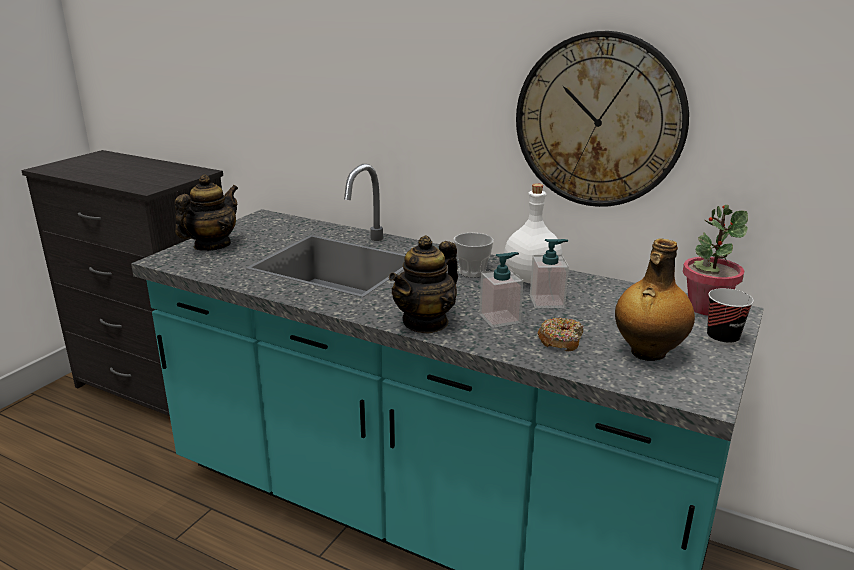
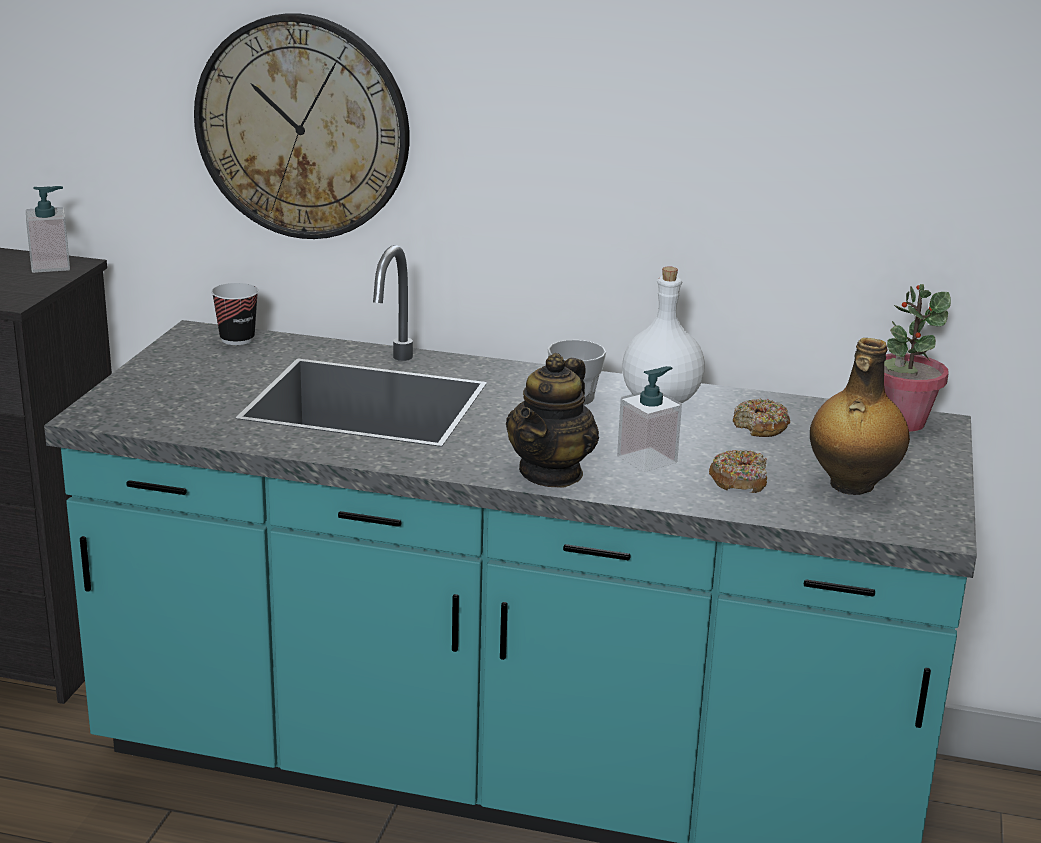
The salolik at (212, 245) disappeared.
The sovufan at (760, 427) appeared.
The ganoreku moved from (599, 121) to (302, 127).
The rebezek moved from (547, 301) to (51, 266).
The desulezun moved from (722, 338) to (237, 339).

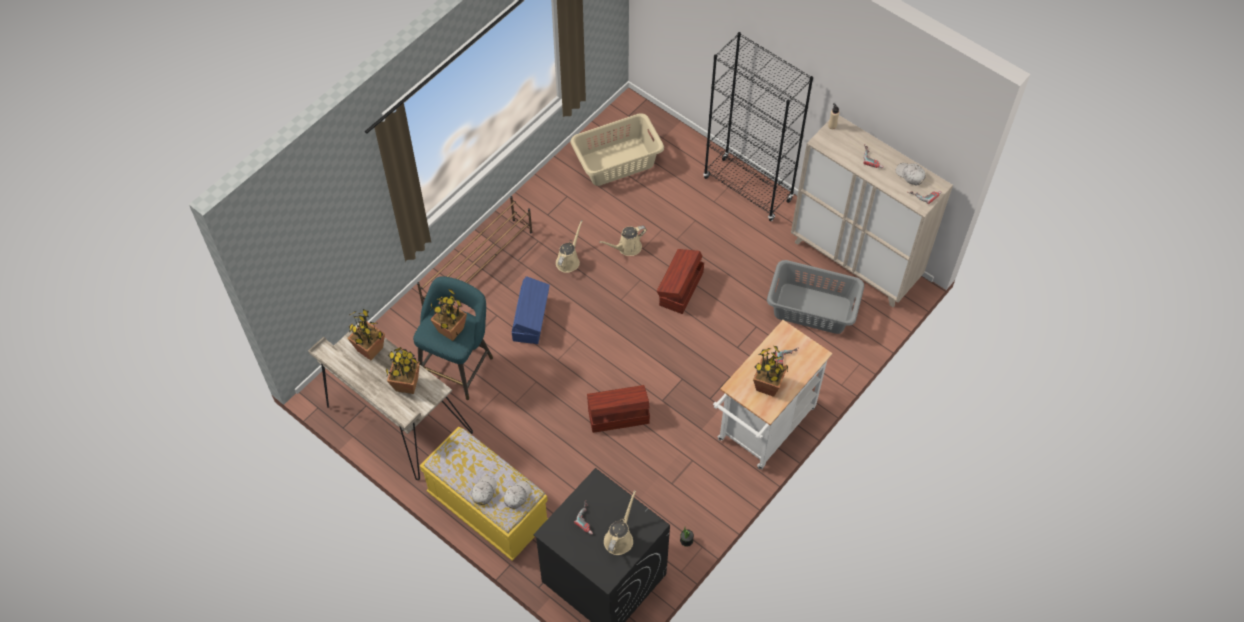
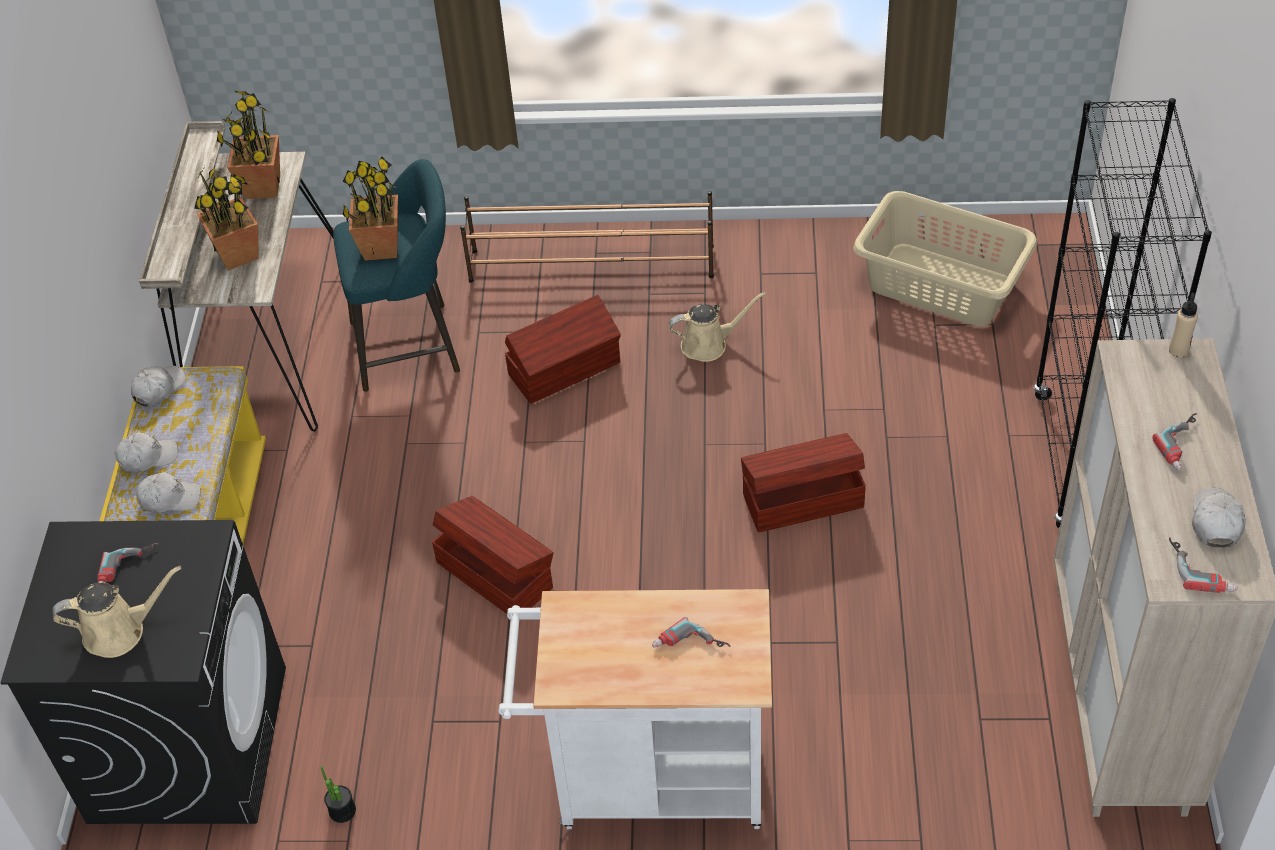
The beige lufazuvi at (627, 247) disappeared.
The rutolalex at (768, 386) disappeared.
The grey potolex at (812, 309) disappeared.
The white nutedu at (158, 389) appeared.
The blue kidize at (531, 318) became the brown kidize at (566, 369).

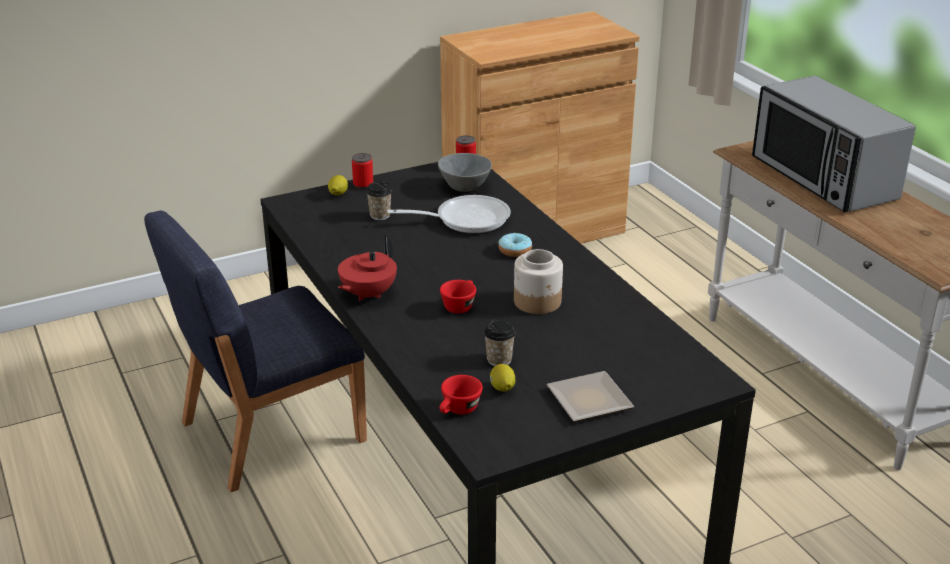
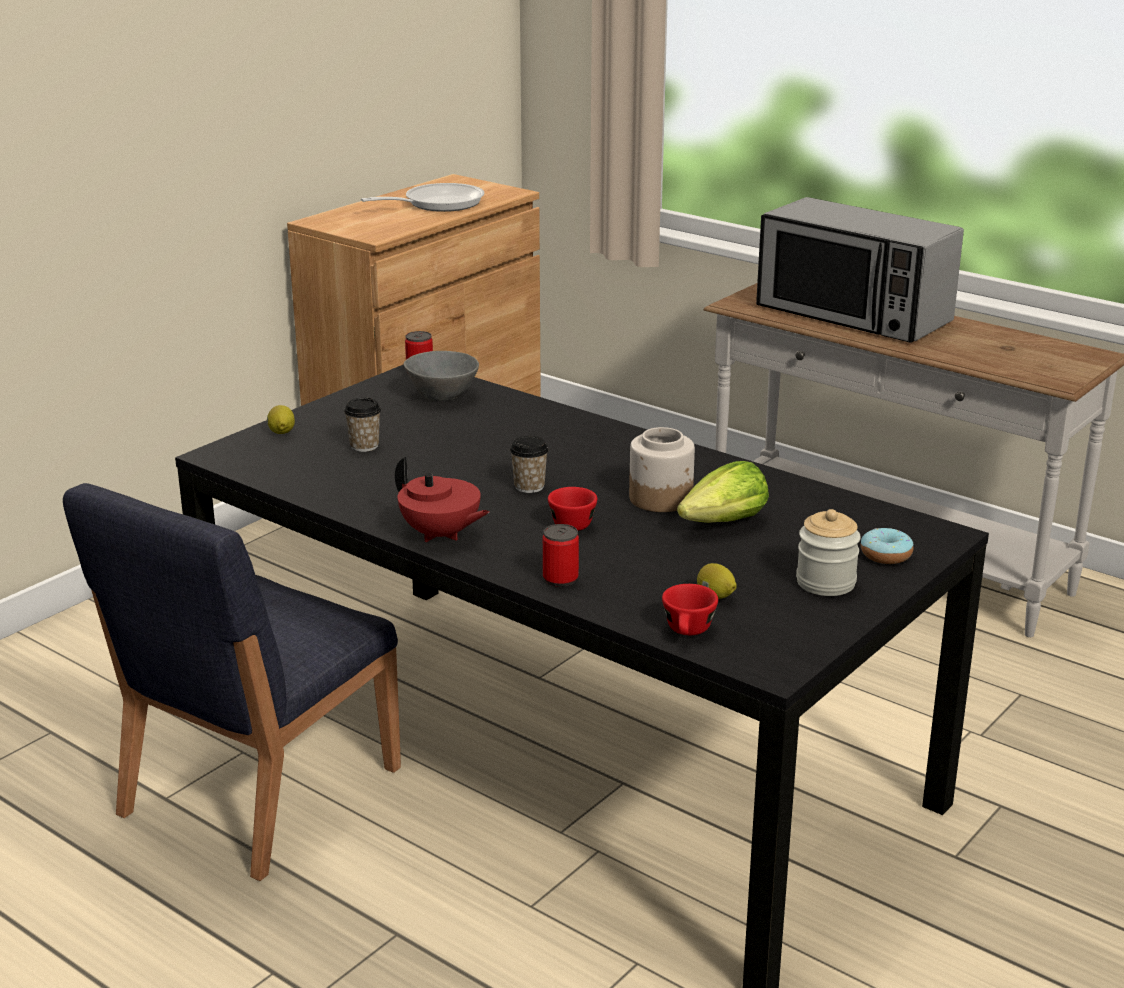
The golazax at (725, 522) appeared.
The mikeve moved from (363, 185) to (560, 579).
The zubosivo moved from (465, 219) to (437, 204).
The desulezun moved from (499, 360) to (529, 487).
The sovufan moved from (515, 251) to (885, 555).
The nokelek at (590, 398) was replaced by the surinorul at (825, 583).
The red salolik at (367, 294) turned 60 degrees counterclockwise.

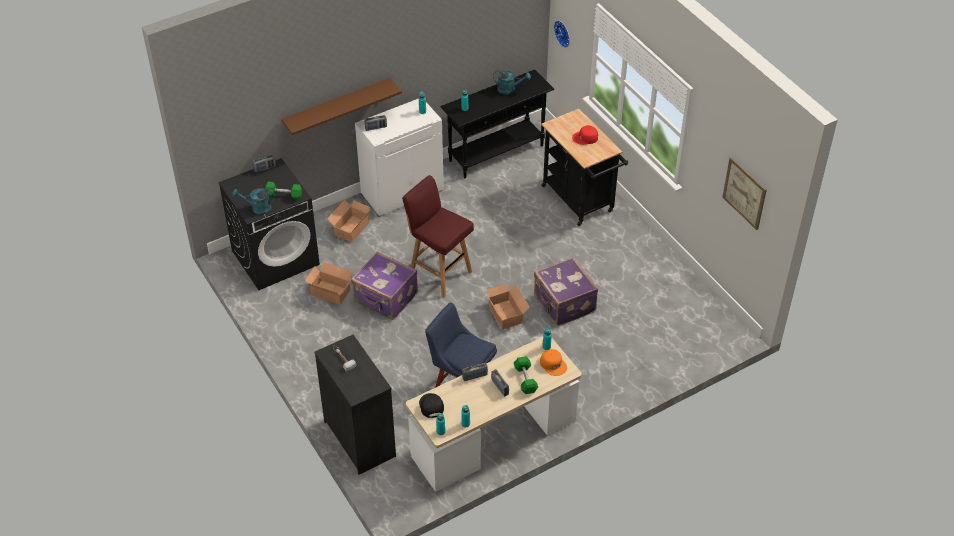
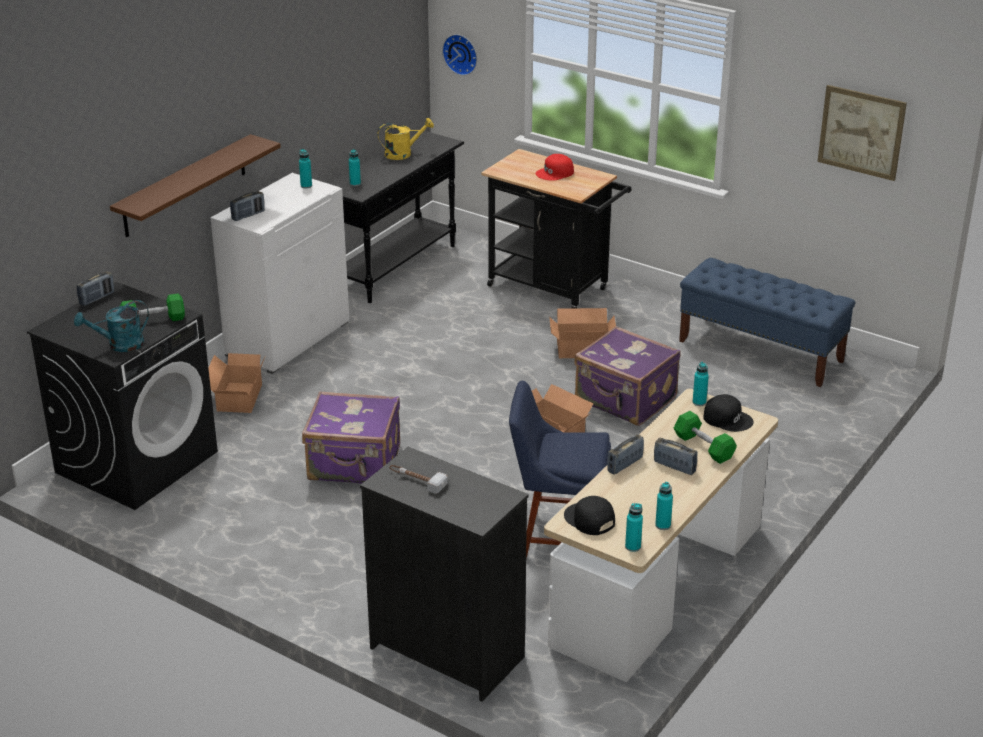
The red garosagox at (439, 273) disappeared.
The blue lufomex at (761, 351) appeared.
The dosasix moved from (330, 291) to (581, 348).
The turquoise lufazuvi at (509, 89) became the yellow lufazuvi at (403, 154).
The orange nutedu at (553, 364) became the black nutedu at (727, 419).

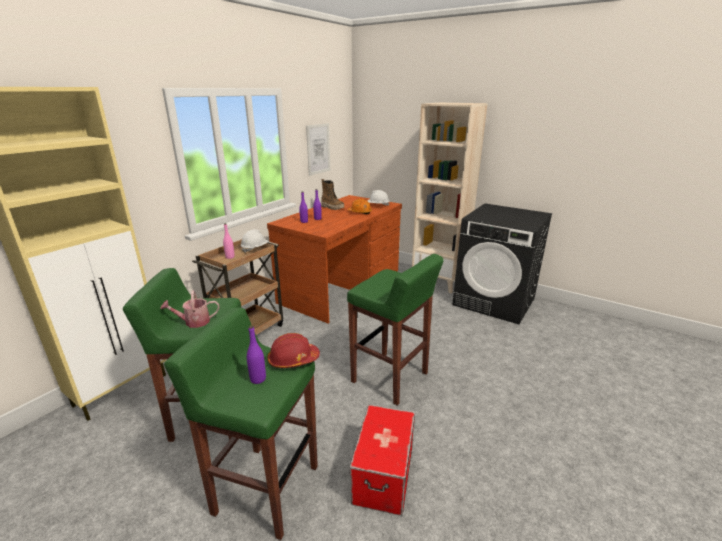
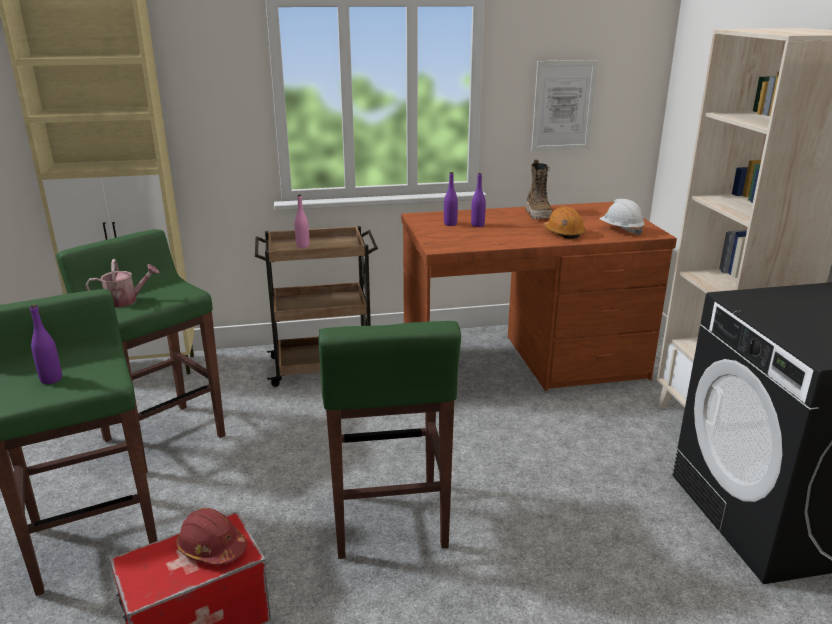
The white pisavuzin at (255, 249) disappeared.
The red pisavuzin moved from (293, 360) to (212, 548).
The lufazuvi at (194, 322) turned 135 degrees clockwise.

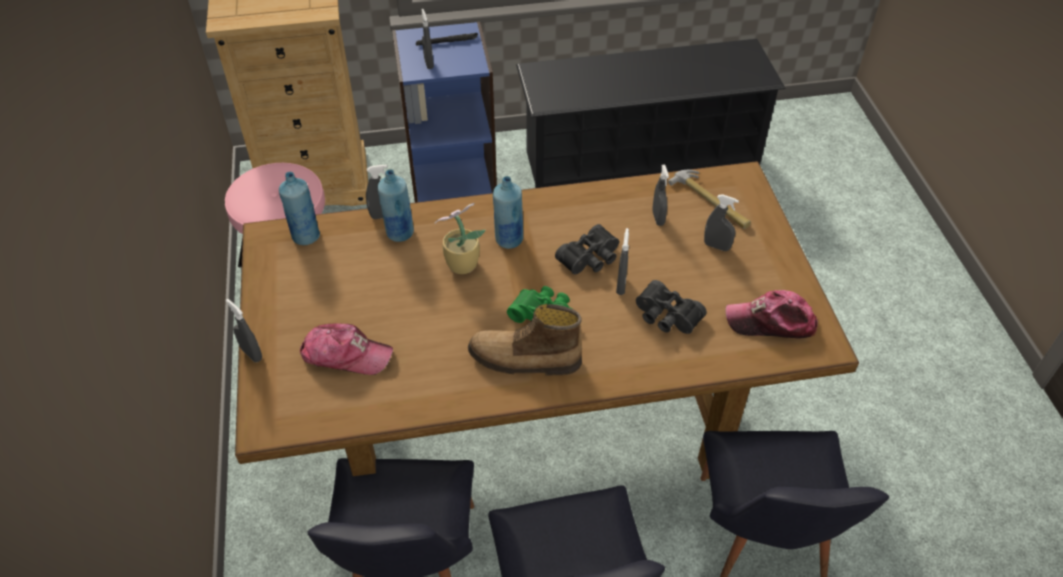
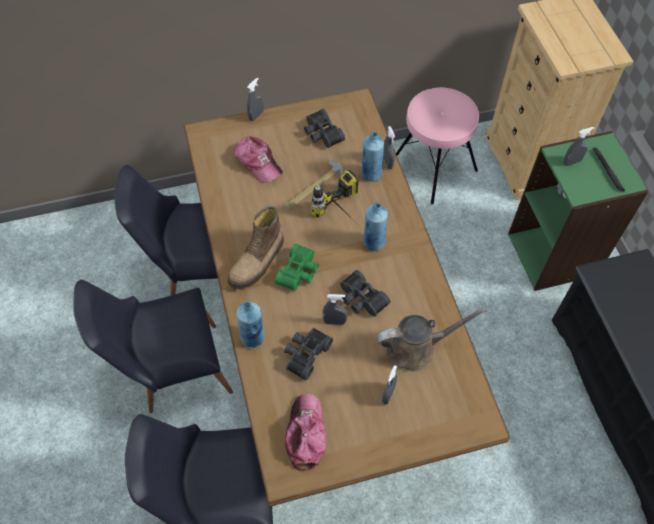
The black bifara at (321, 134) appeared.
The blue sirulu moved from (306, 236) to (253, 338).
The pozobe moved from (710, 202) to (314, 188).
The rutolalex at (460, 265) was replaced by the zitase at (344, 215).
The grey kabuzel at (658, 218) was replaced by the brown lufazuvi at (415, 348).
The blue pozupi at (452, 185) became the green pozupi at (553, 254).
The nutedu at (346, 355) turned 45 degrees counterclockwise.
The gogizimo at (524, 360) turned 150 degrees counterclockwise.

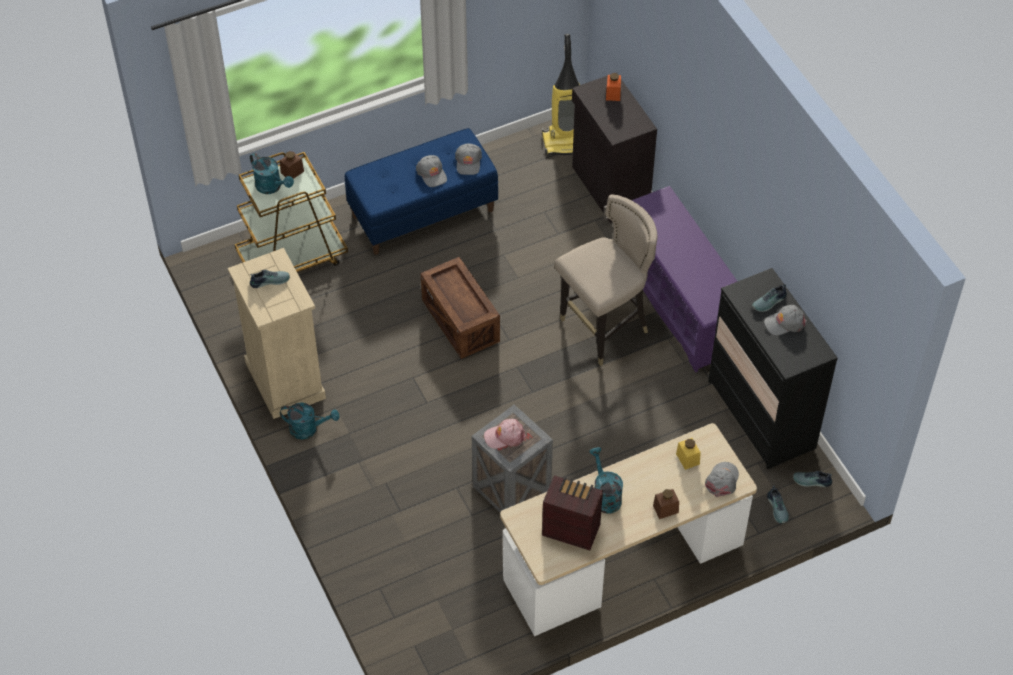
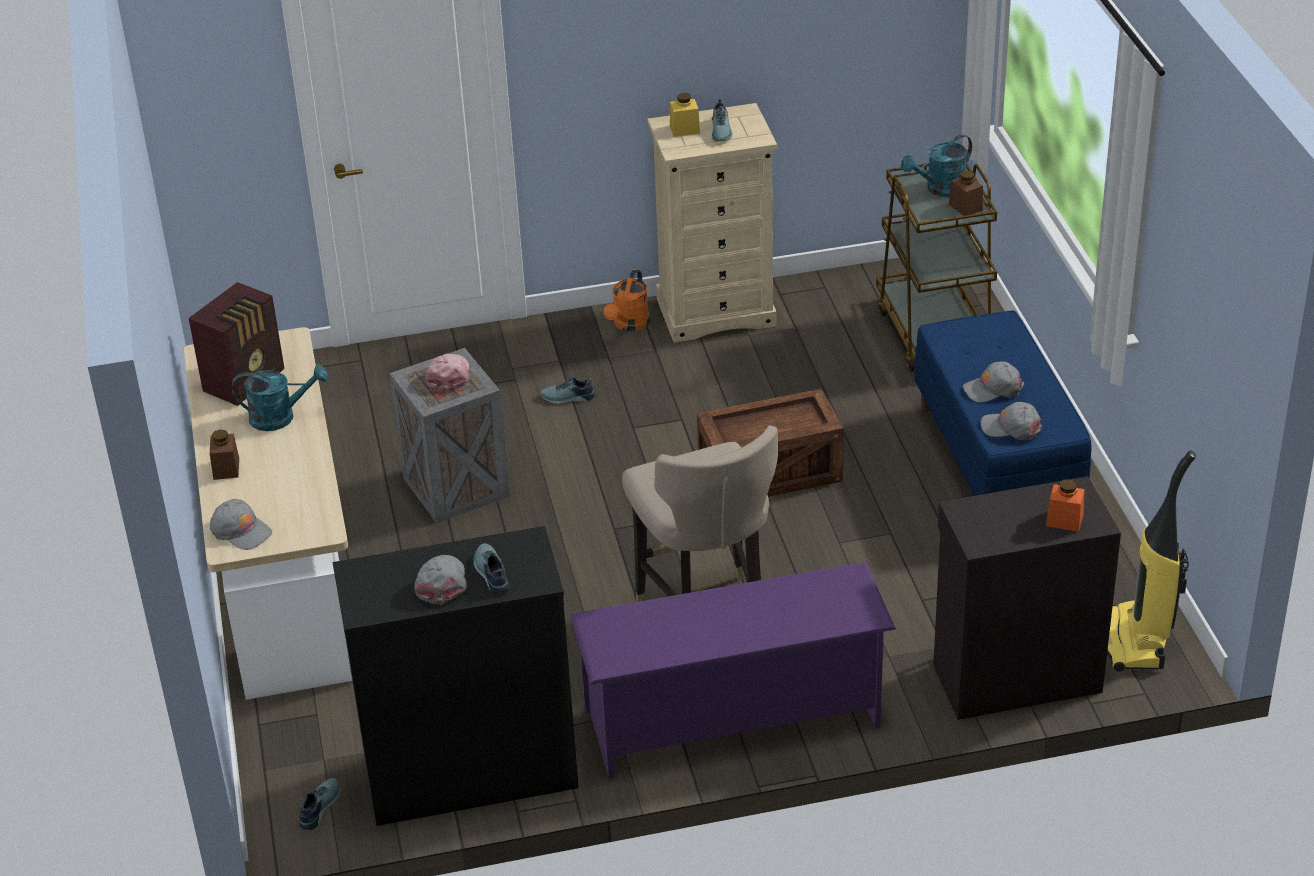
The yellow surinorul moved from (687, 459) to (685, 129).
The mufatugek moved from (778, 508) to (568, 398).
The turquoise lufazuvi at (308, 429) became the orange lufazuvi at (629, 325).

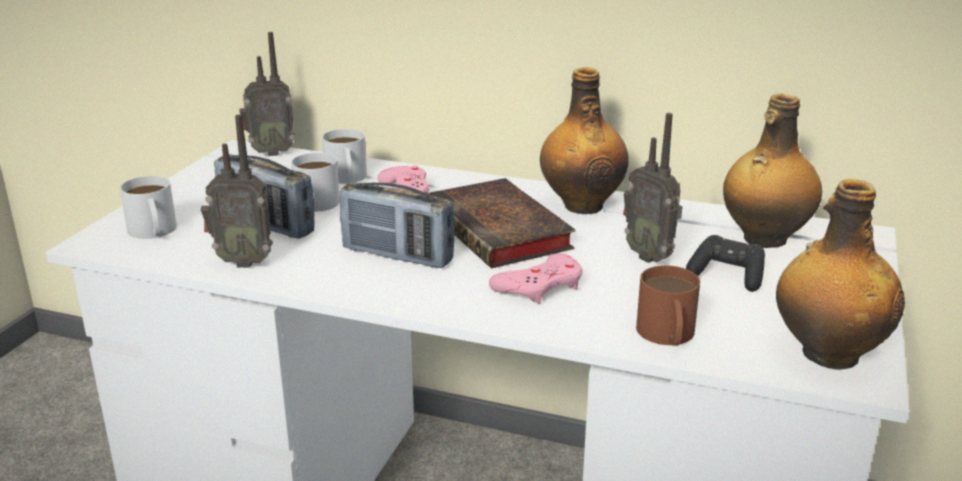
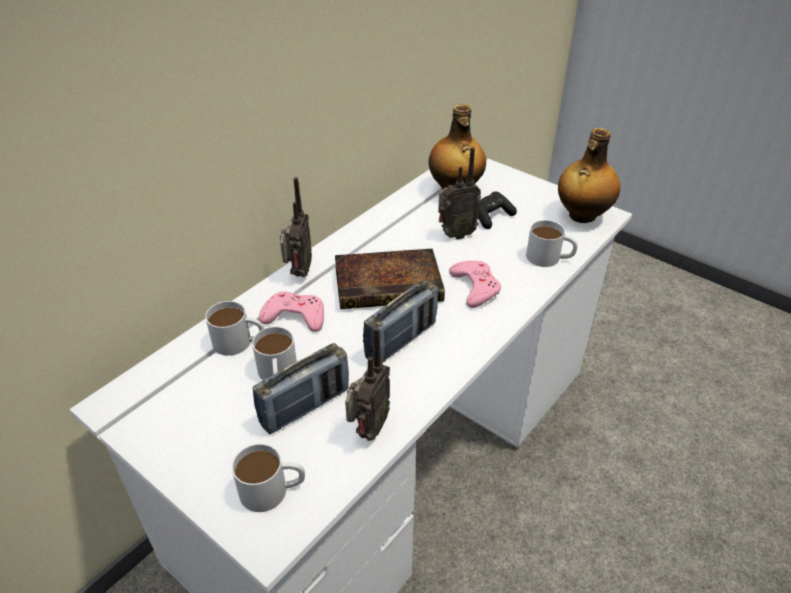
The sirulu at (582, 205) disappeared.
The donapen moved from (270, 152) to (298, 273).
The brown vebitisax at (667, 336) became the white vebitisax at (549, 258).

